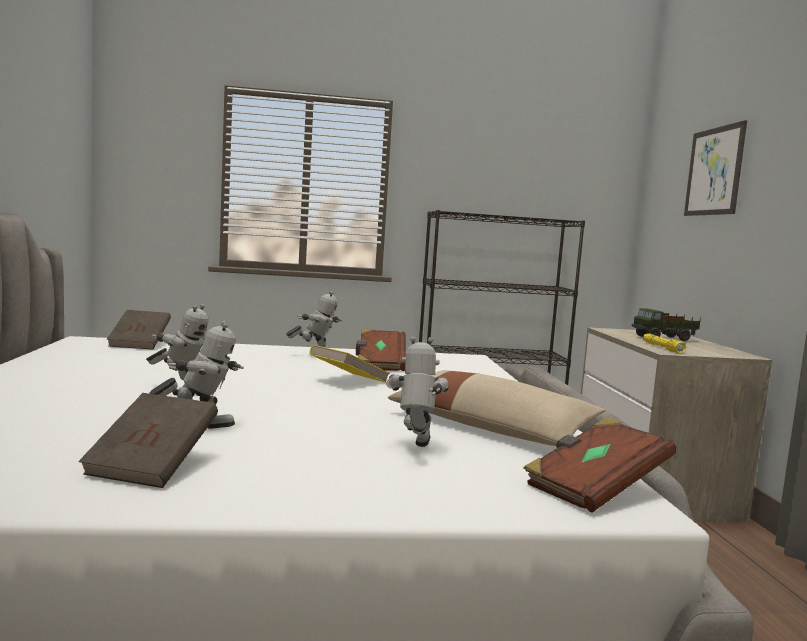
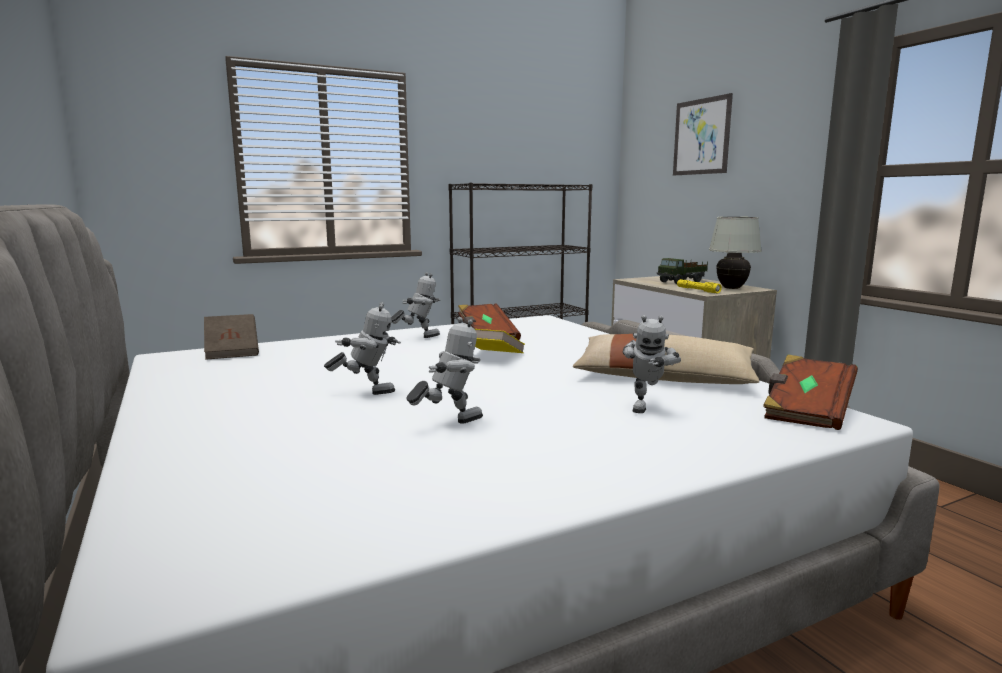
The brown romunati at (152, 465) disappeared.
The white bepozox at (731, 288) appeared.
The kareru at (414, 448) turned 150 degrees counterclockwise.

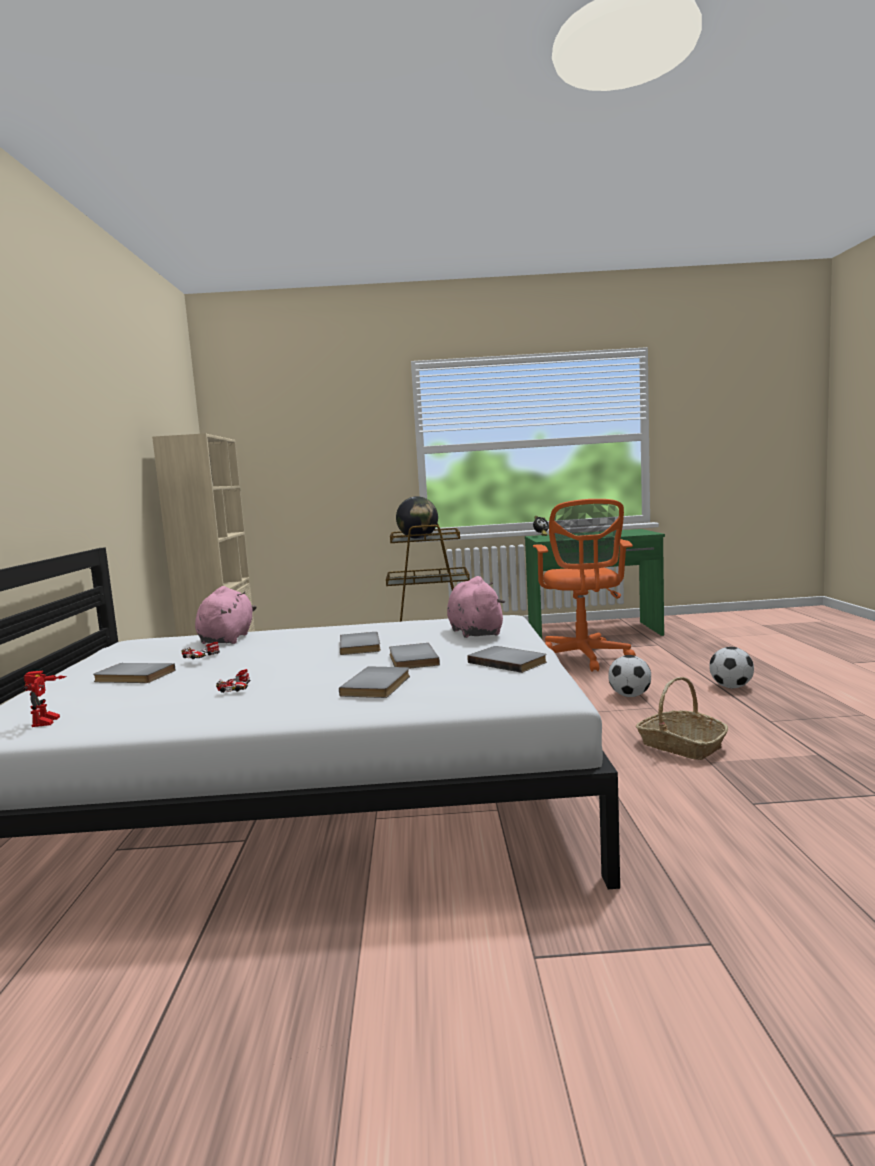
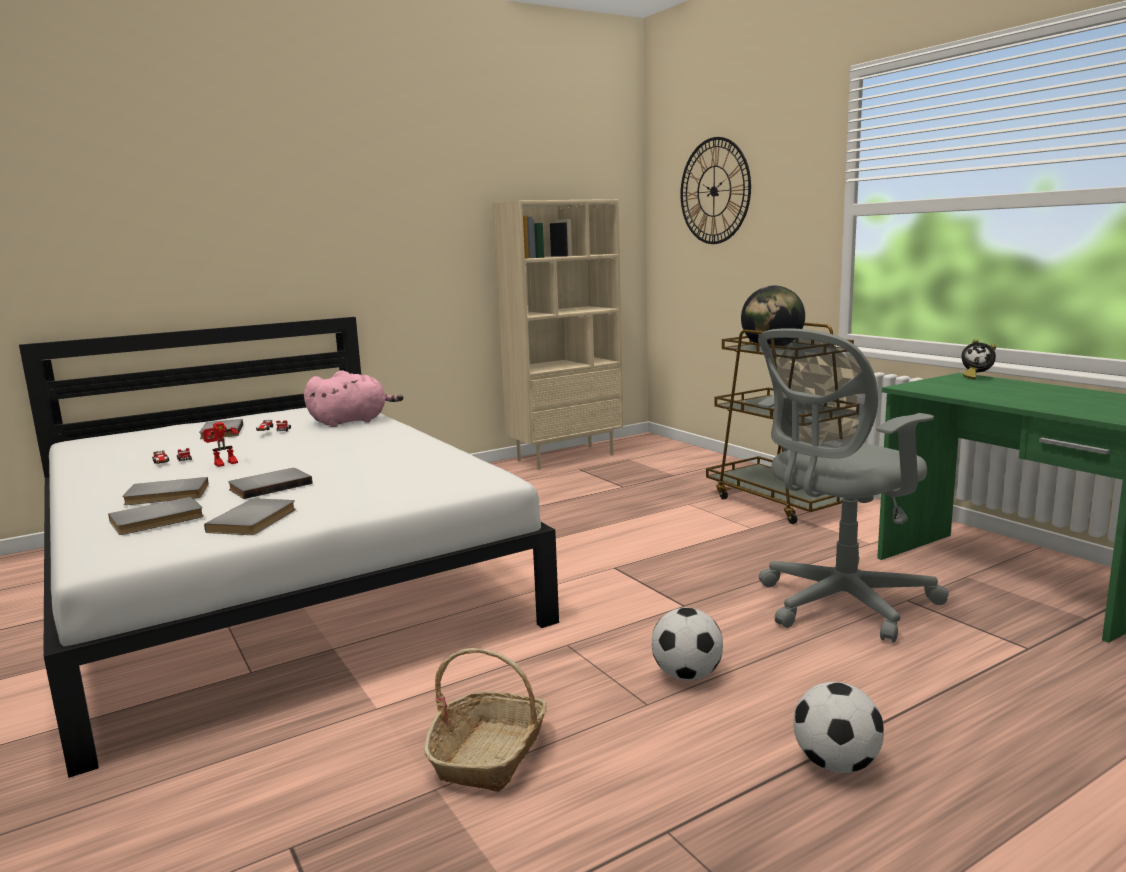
The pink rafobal at (475, 632) disappeared.
The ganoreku at (714, 191) appeared.
The kareru moved from (49, 722) to (225, 464).
The grey romunati moved from (362, 646) to (158, 520).
The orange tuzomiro at (583, 659) became the grey tuzomiro at (838, 605).

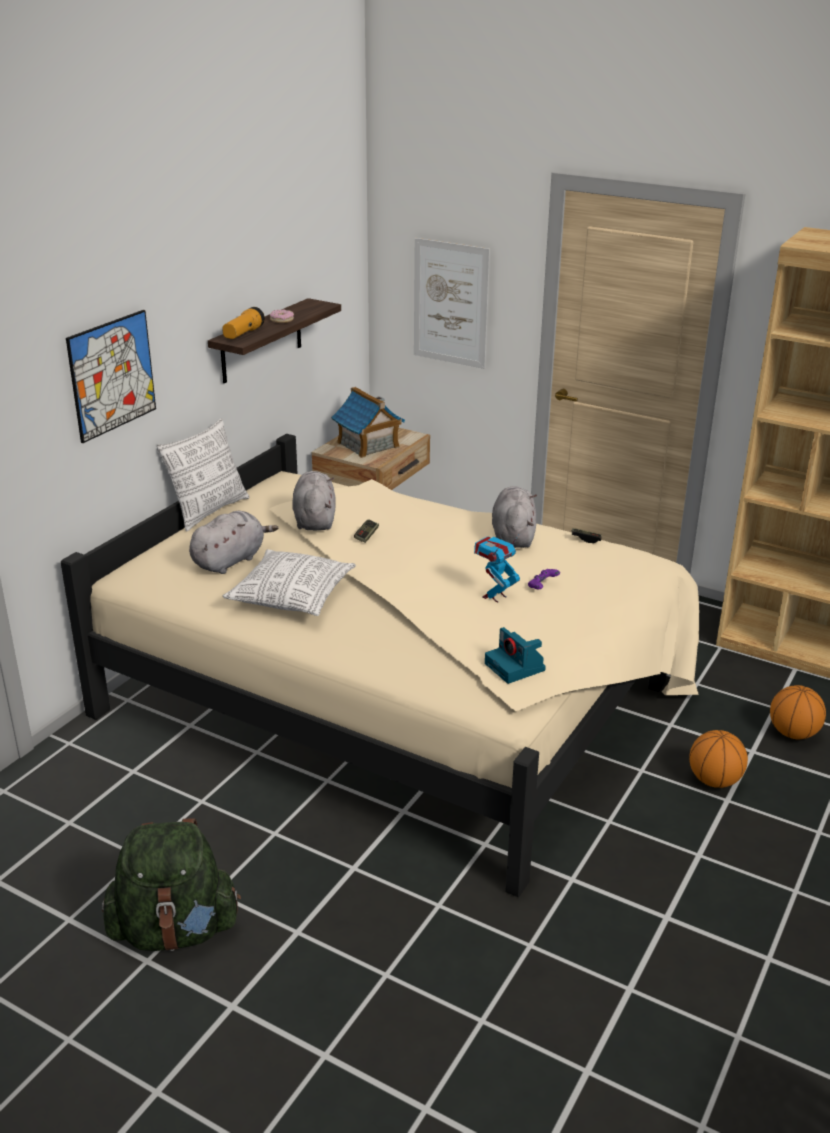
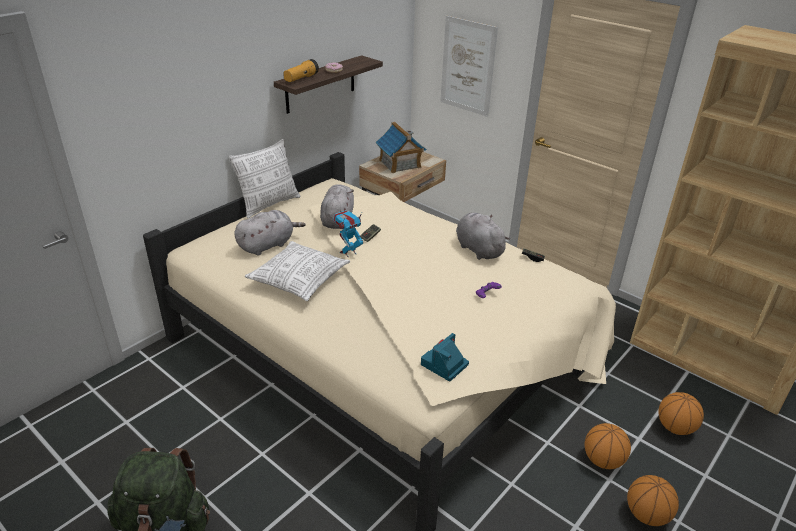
The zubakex at (112, 375) disappeared.
The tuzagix at (646, 515) appeared.
The kareru moved from (494, 596) to (348, 252).
The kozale at (516, 667) turned 60 degrees clockwise.
The grey rafobal at (513, 536) turned 45 degrees counterclockwise.

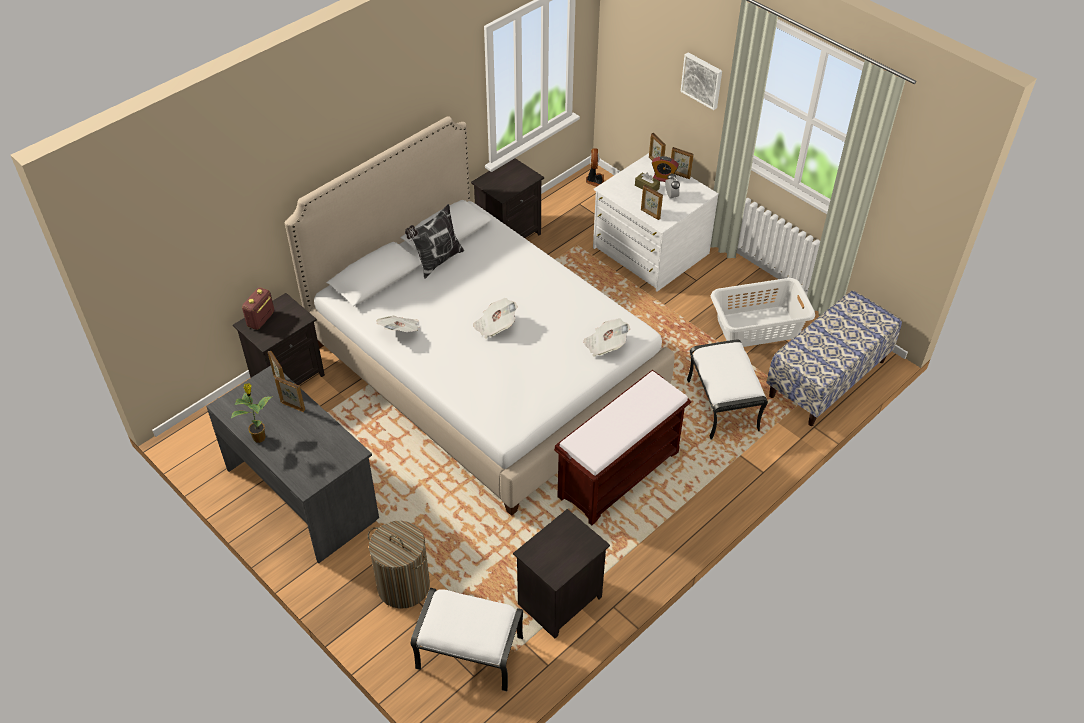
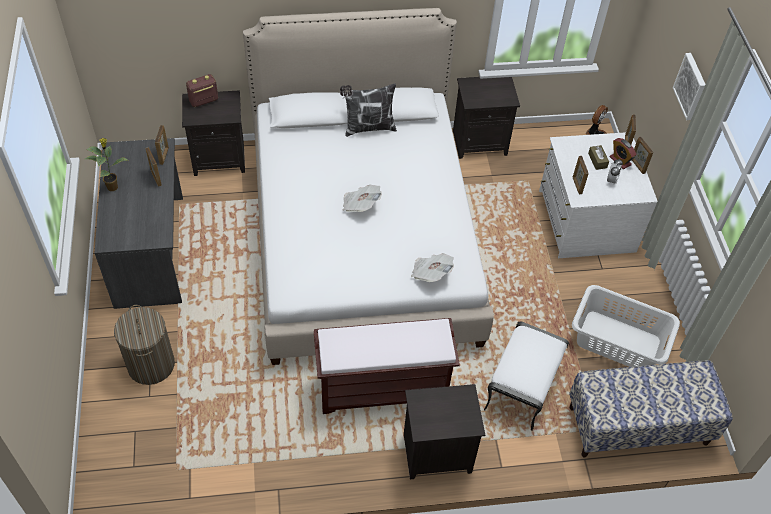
The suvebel at (401, 331) disappeared.
The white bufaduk at (468, 654) disappeared.
The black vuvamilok moved from (560, 602) to (436, 455).

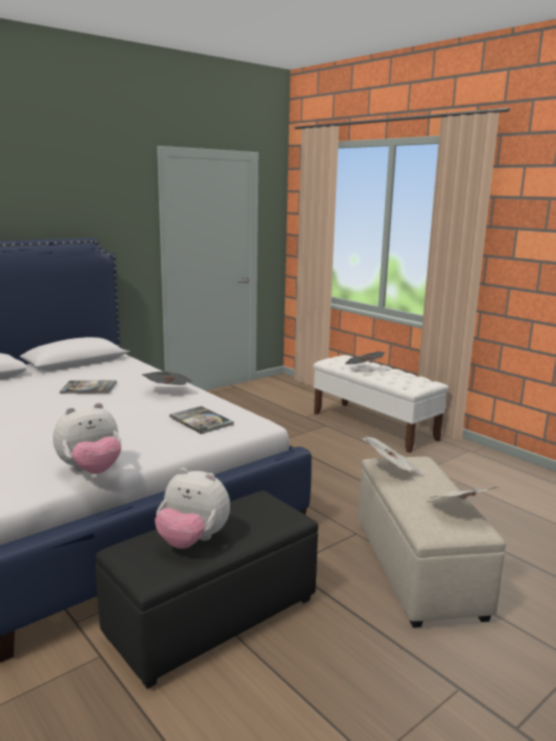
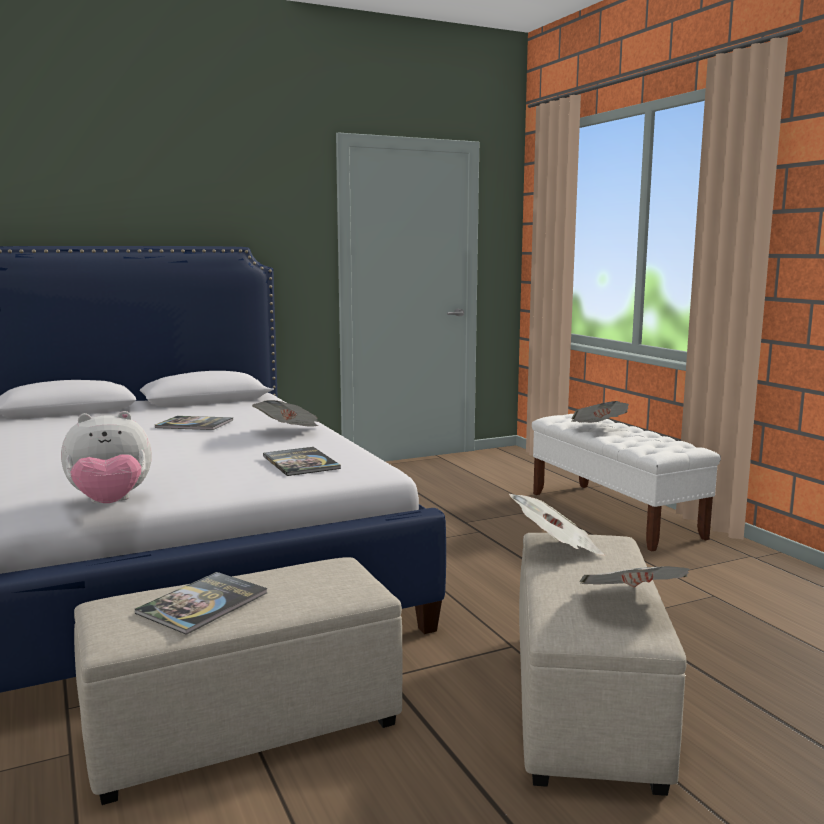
The rafobal at (192, 541) was replaced by the romunati at (203, 604).
The black bufaduk at (214, 617) became the beige bufaduk at (247, 728).

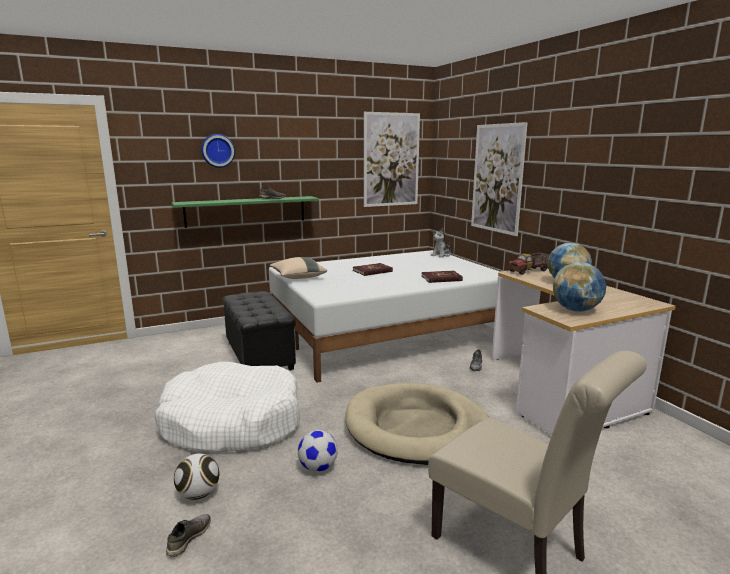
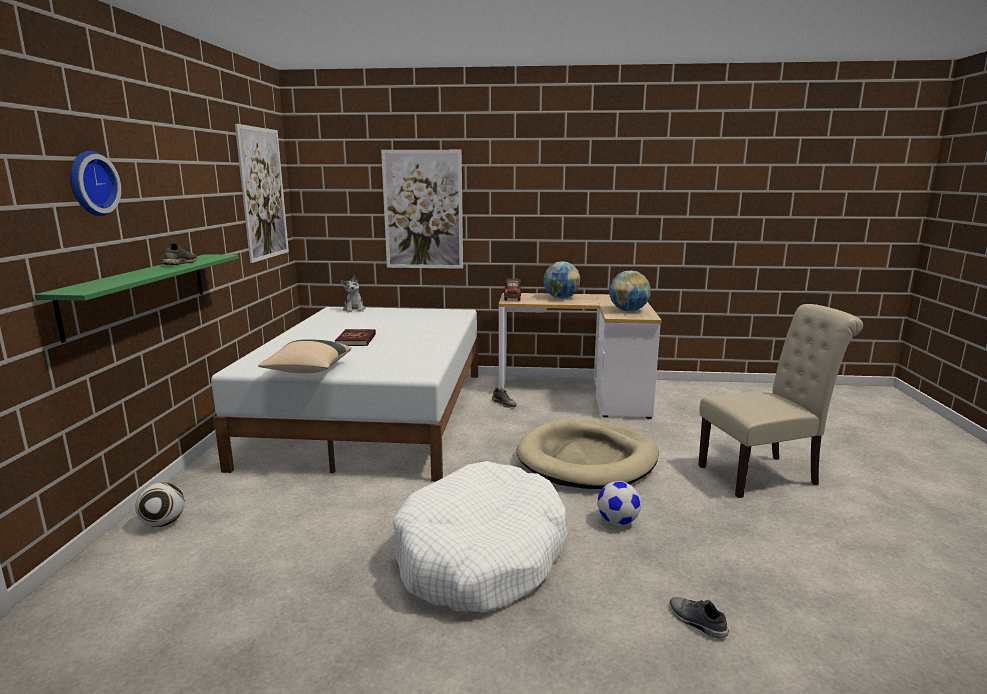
The black bufaduk at (260, 356) disappeared.
The red romunati at (441, 278) disappeared.
The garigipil moved from (199, 494) to (163, 523).

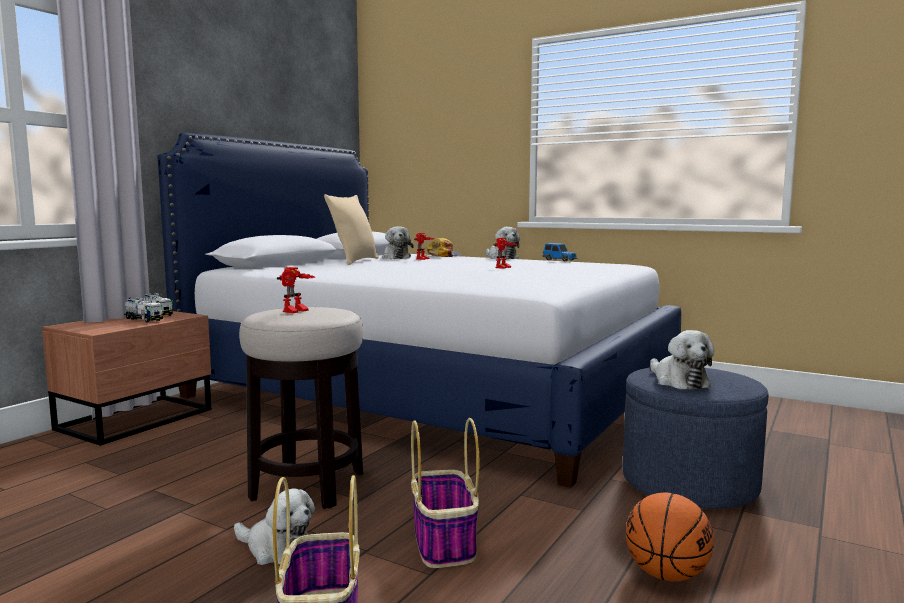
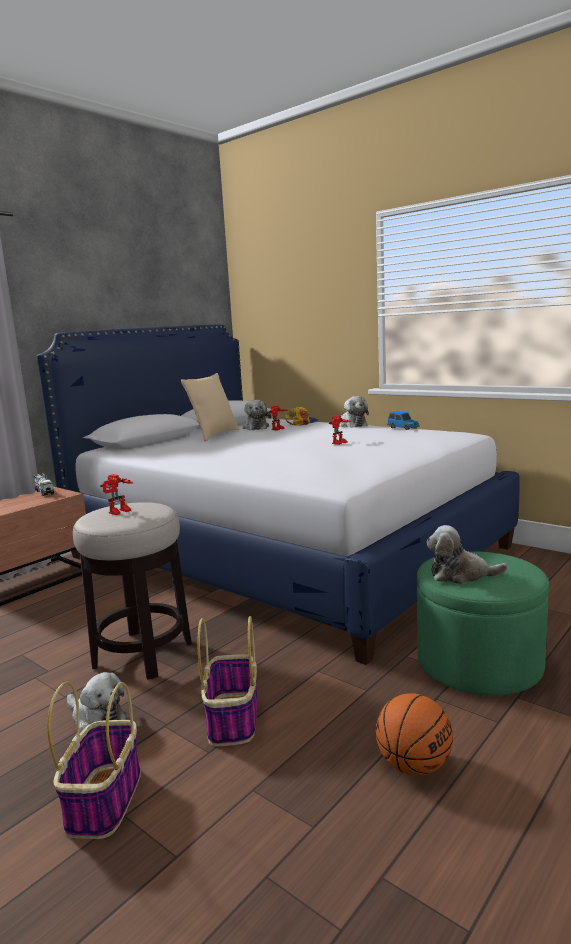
The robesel at (143, 319) disappeared.
The blue bufaduk at (689, 483) became the green bufaduk at (479, 663).
The rafobal at (678, 381) turned 105 degrees clockwise.

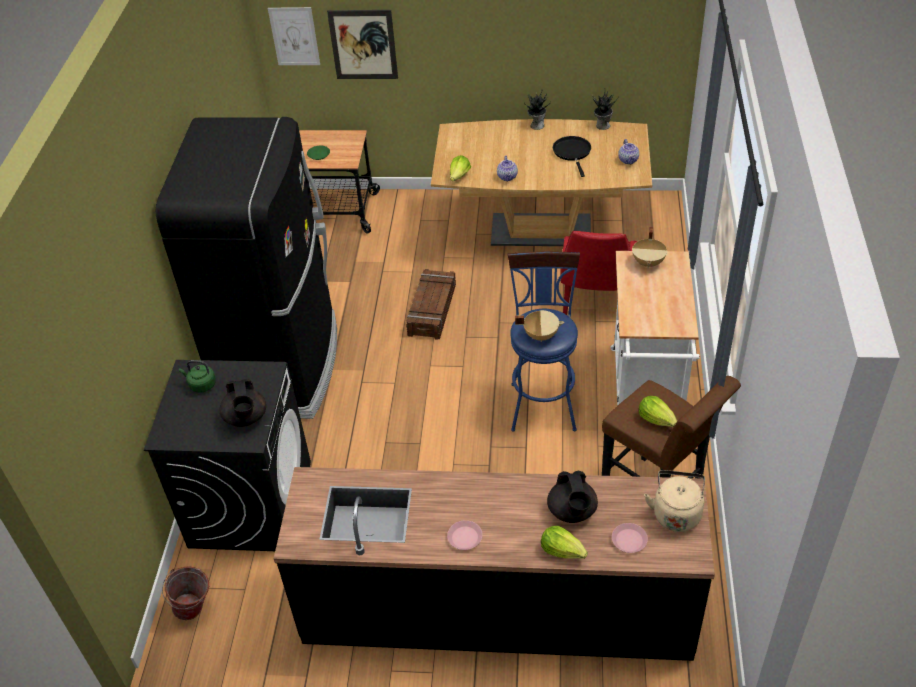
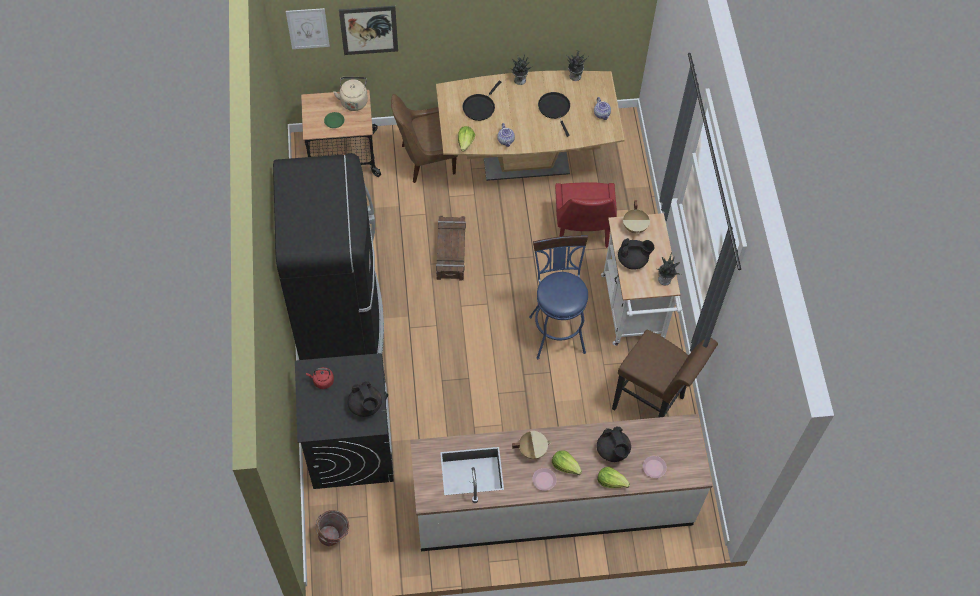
The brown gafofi at (425, 160) appeared.
The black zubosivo at (480, 107) appeared.
The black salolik at (633, 260) appeared.
The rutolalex at (665, 279) appeared.
The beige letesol moved from (540, 335) to (532, 449).
The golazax moved from (657, 419) to (565, 466).
The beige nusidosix moved from (676, 513) to (354, 101).
The green nusidosix at (201, 385) became the red nusidosix at (322, 381).
The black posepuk at (497, 607) became the white posepuk at (553, 504).

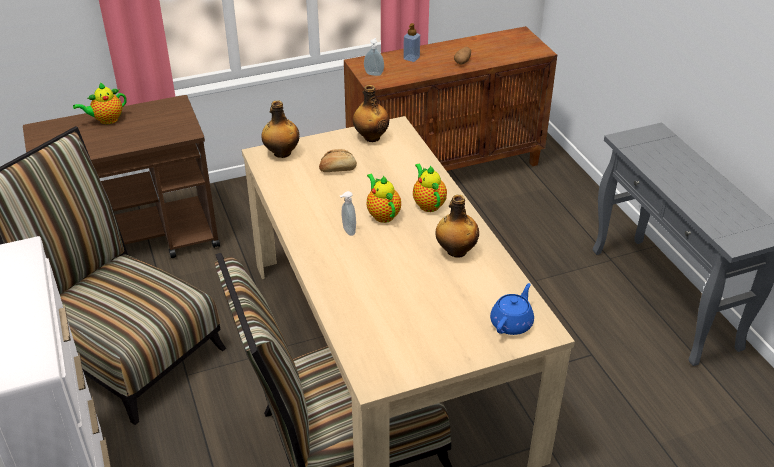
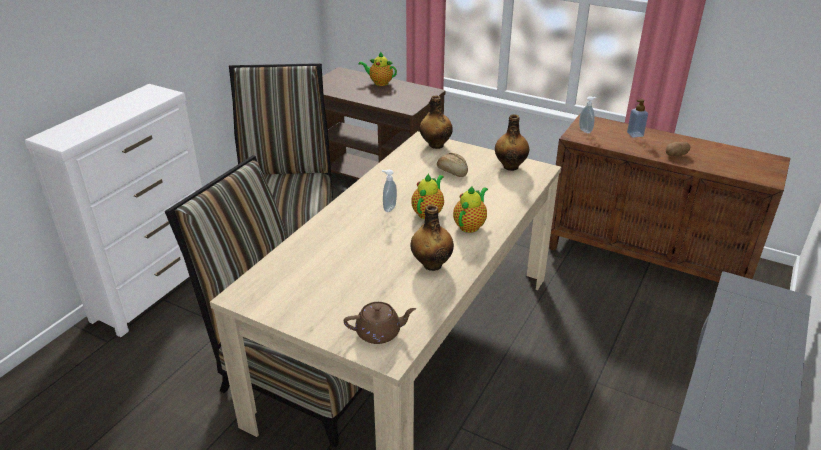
The blue salolik at (512, 323) became the brown salolik at (379, 333).

